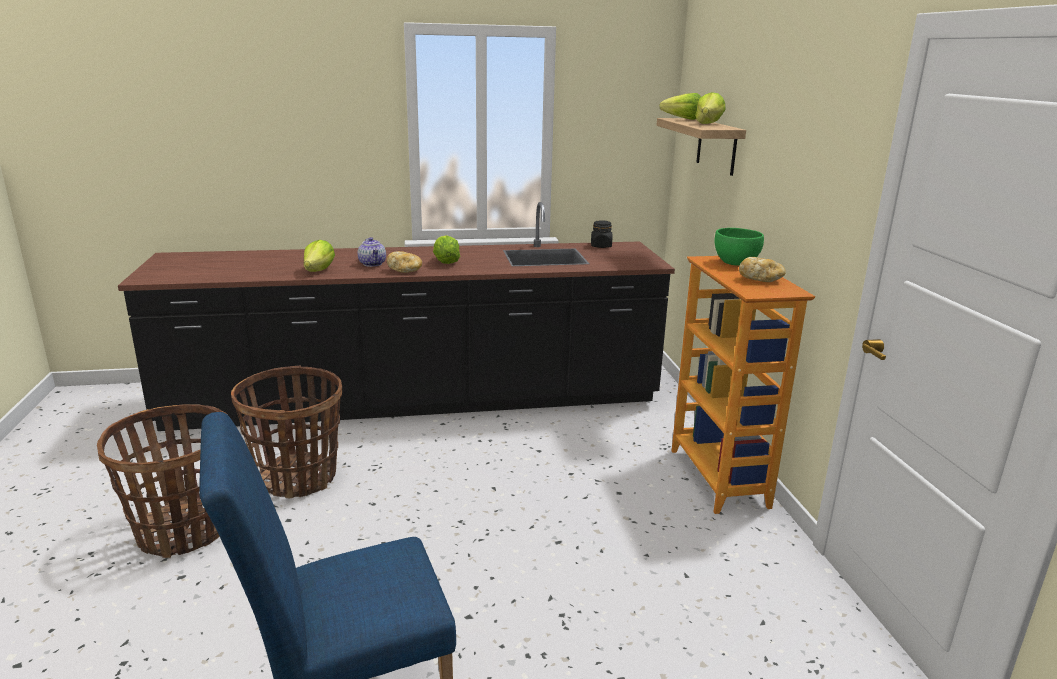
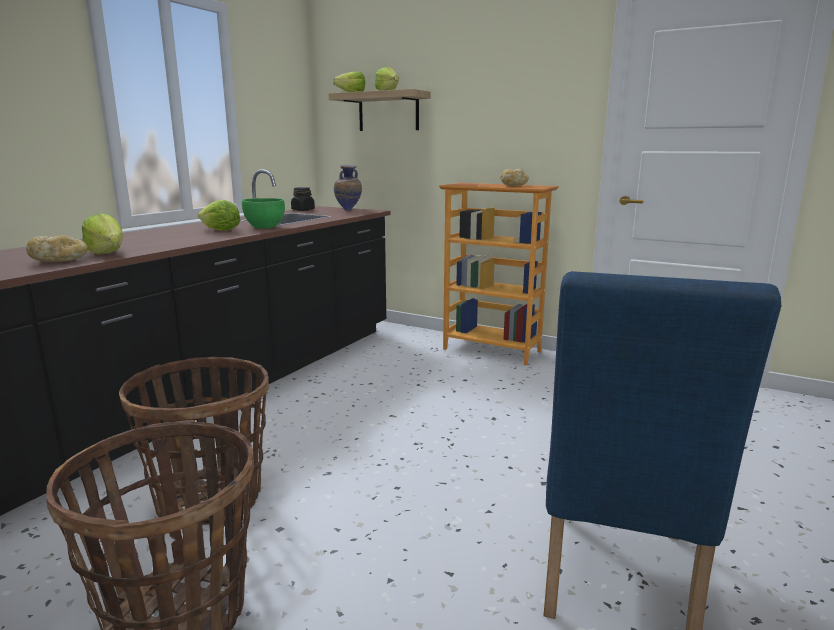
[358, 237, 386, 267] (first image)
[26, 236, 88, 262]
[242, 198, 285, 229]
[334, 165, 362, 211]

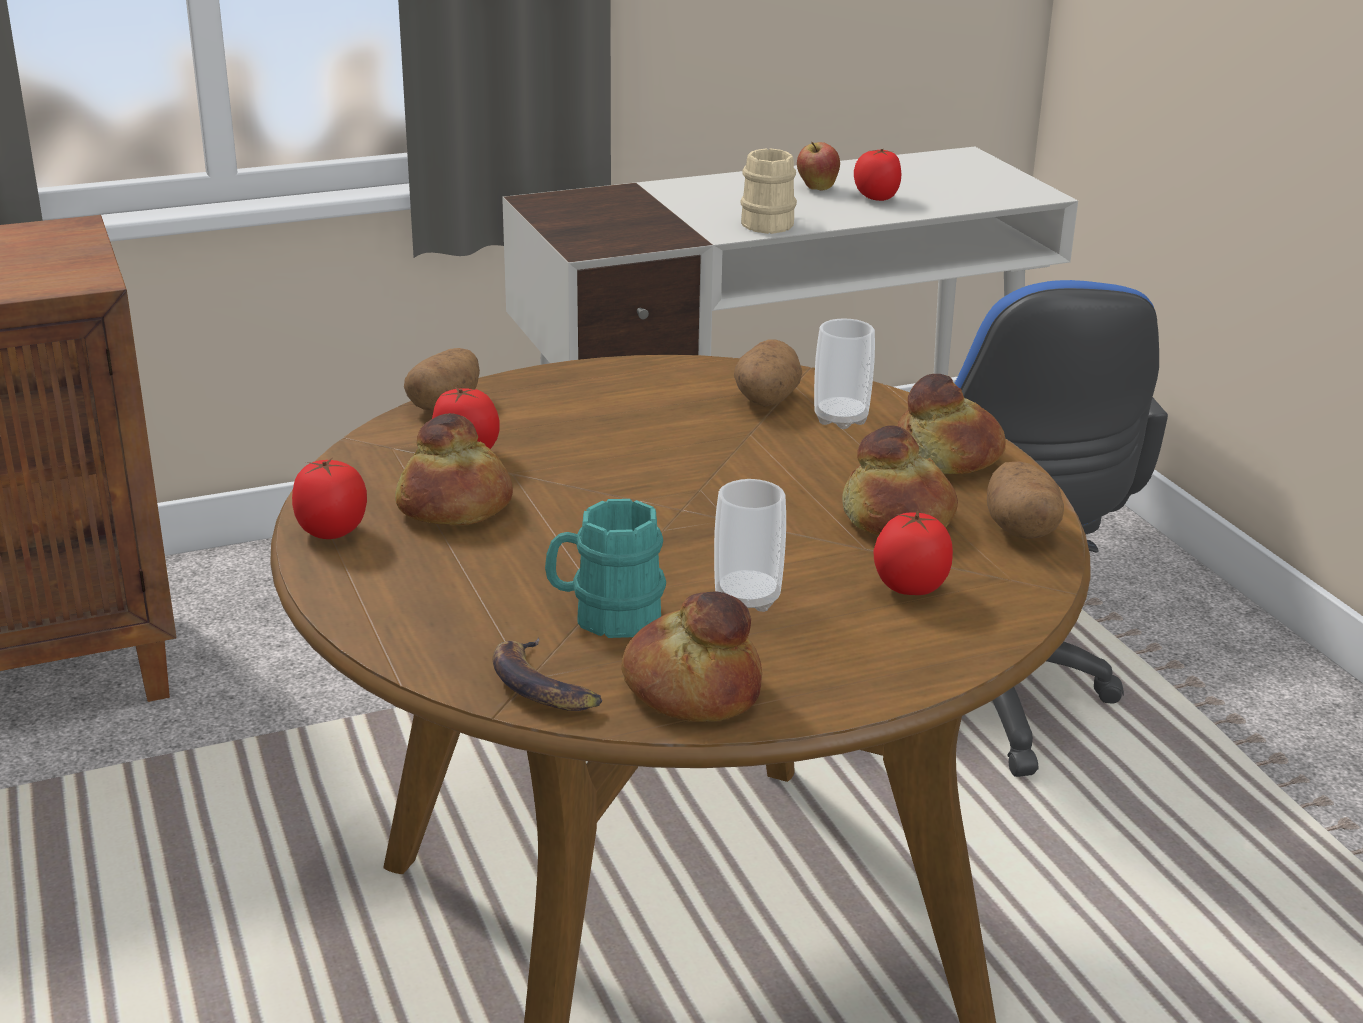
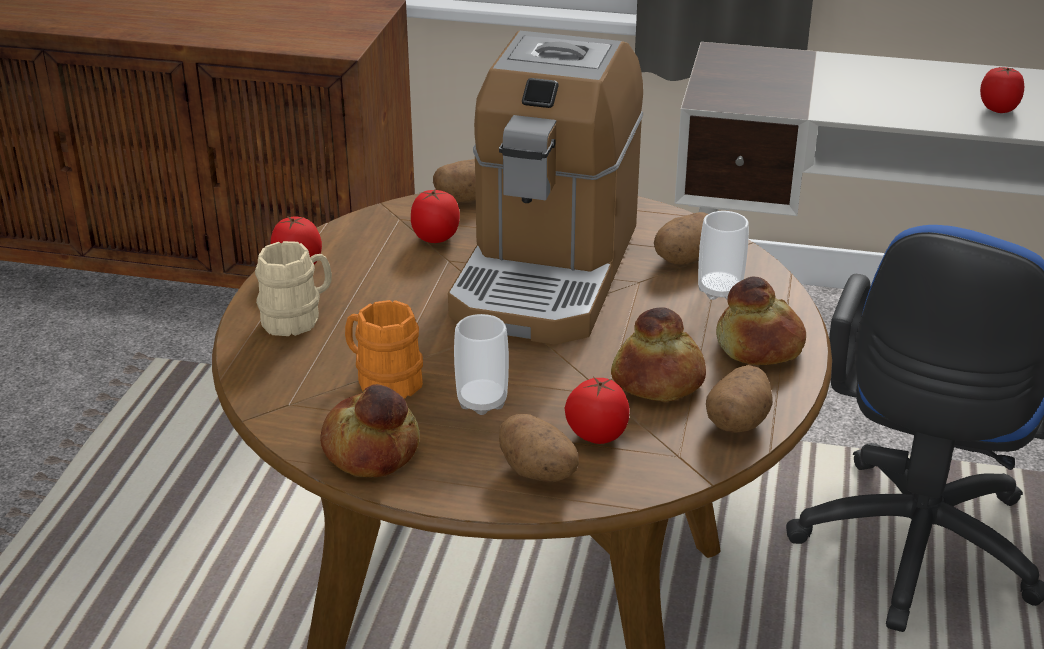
[395, 413, 513, 525] (first image)
[493, 638, 602, 711] (first image)
[345, 300, 423, 398]
[255, 241, 332, 336]
[797, 142, 840, 190] (first image)
[448, 31, 643, 345]
[499, 414, 579, 482]

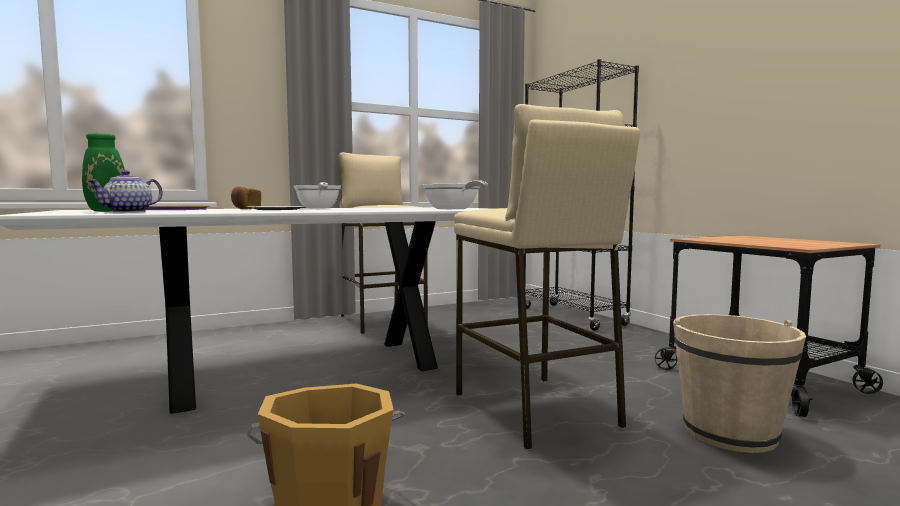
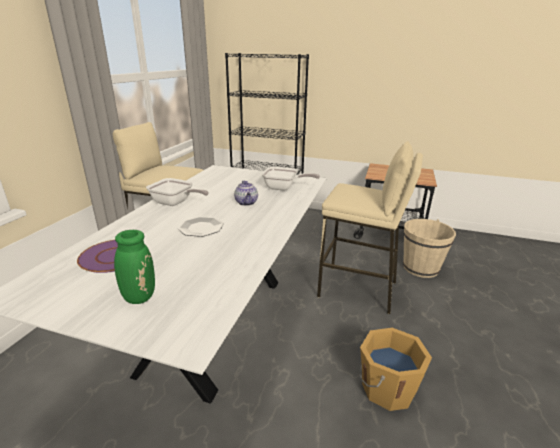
[234, 181, 258, 206]
[231, 186, 261, 209] (first image)

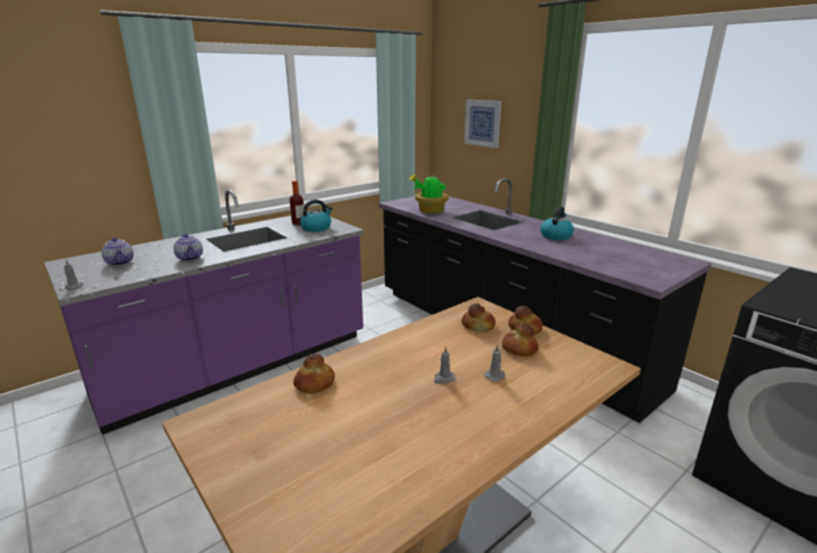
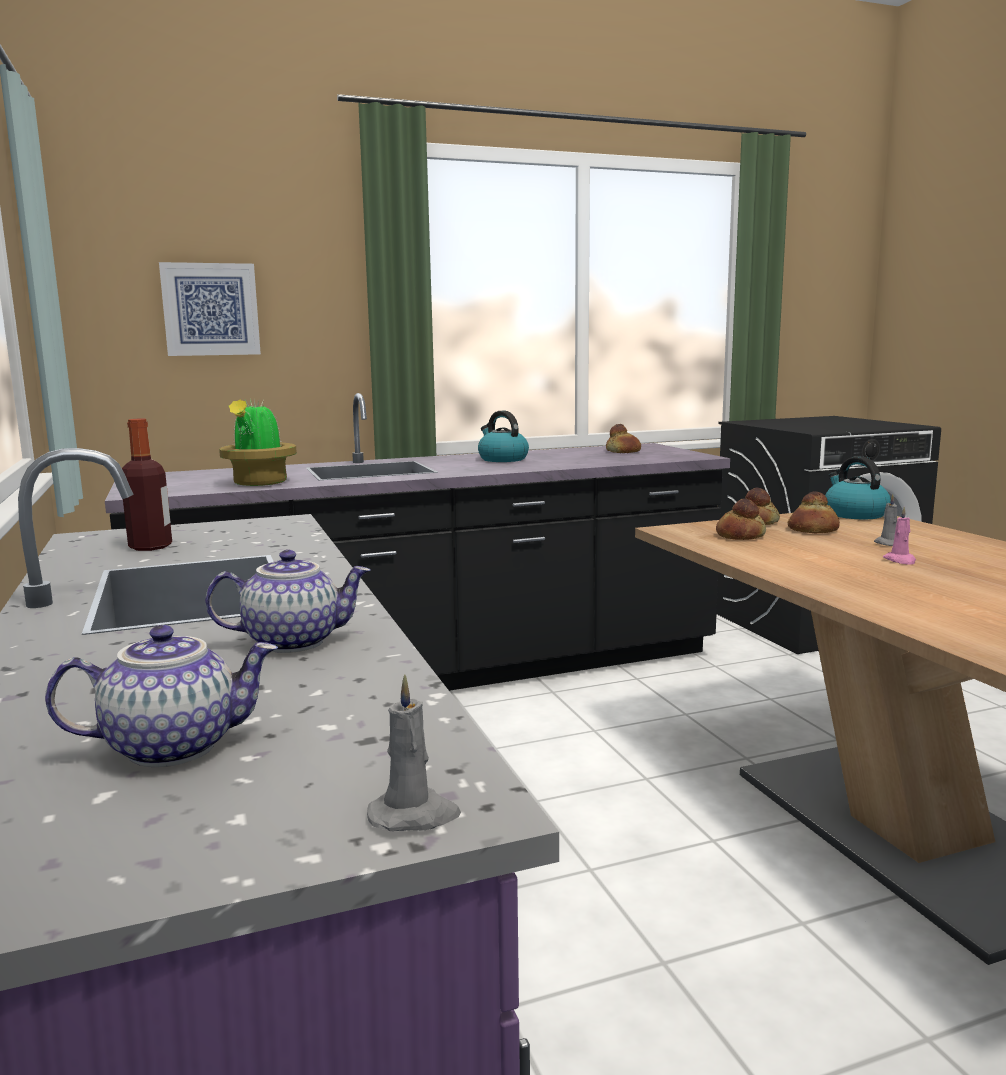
[606, 424, 641, 453]
[825, 456, 891, 519]
[883, 506, 916, 565]

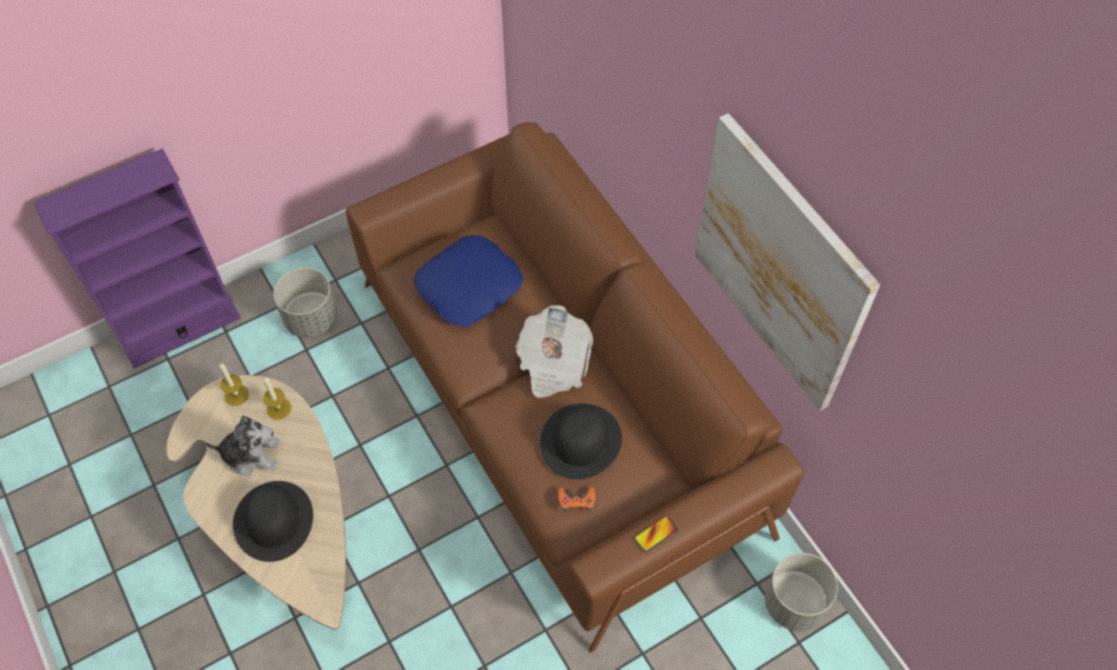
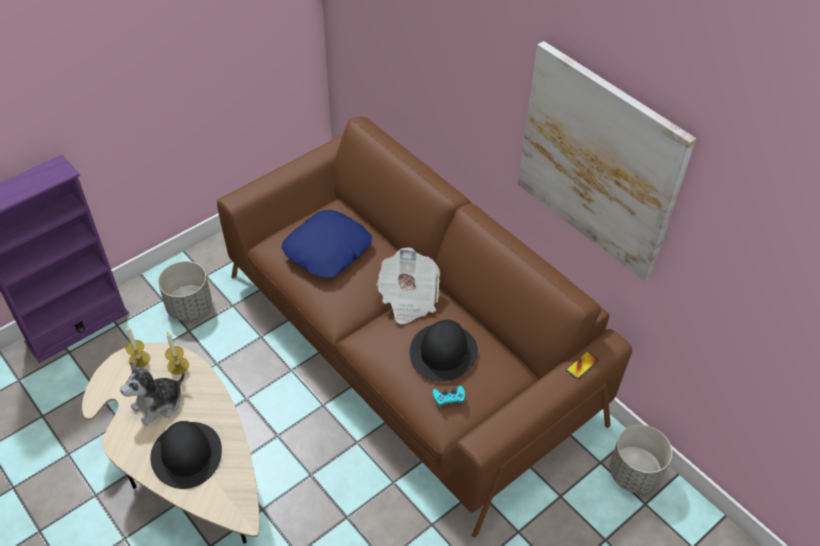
[120, 361, 185, 426]
[433, 385, 465, 408]
[566, 351, 599, 379]

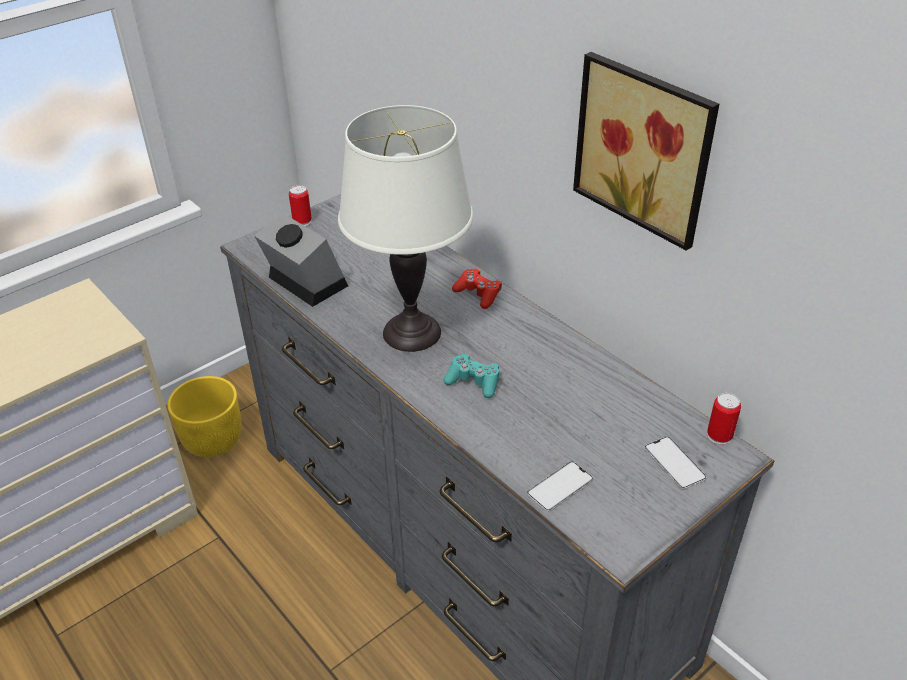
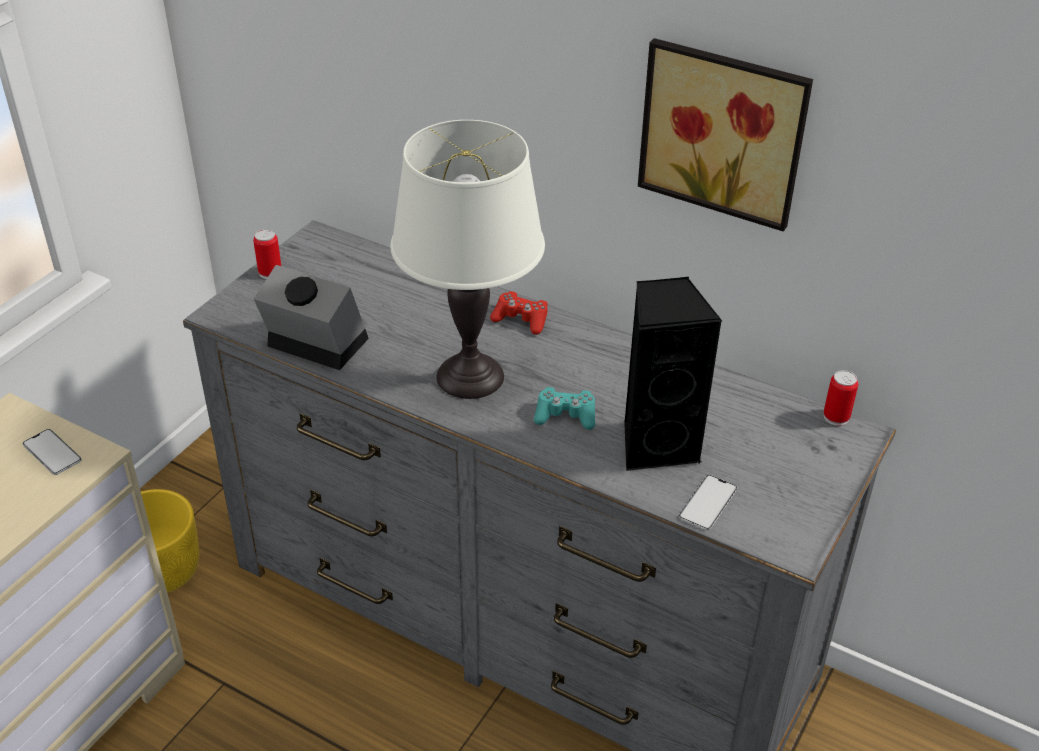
[23, 429, 82, 475]
[624, 277, 722, 471]

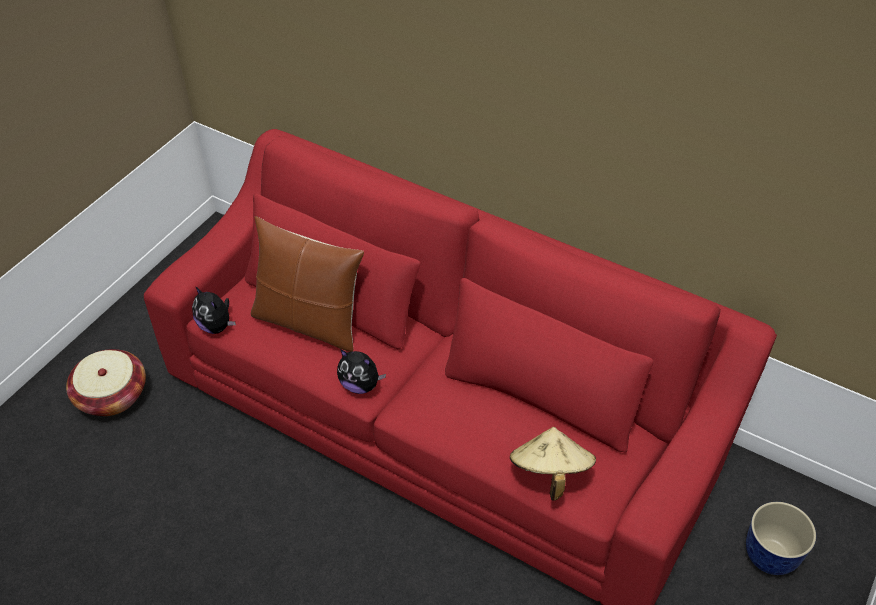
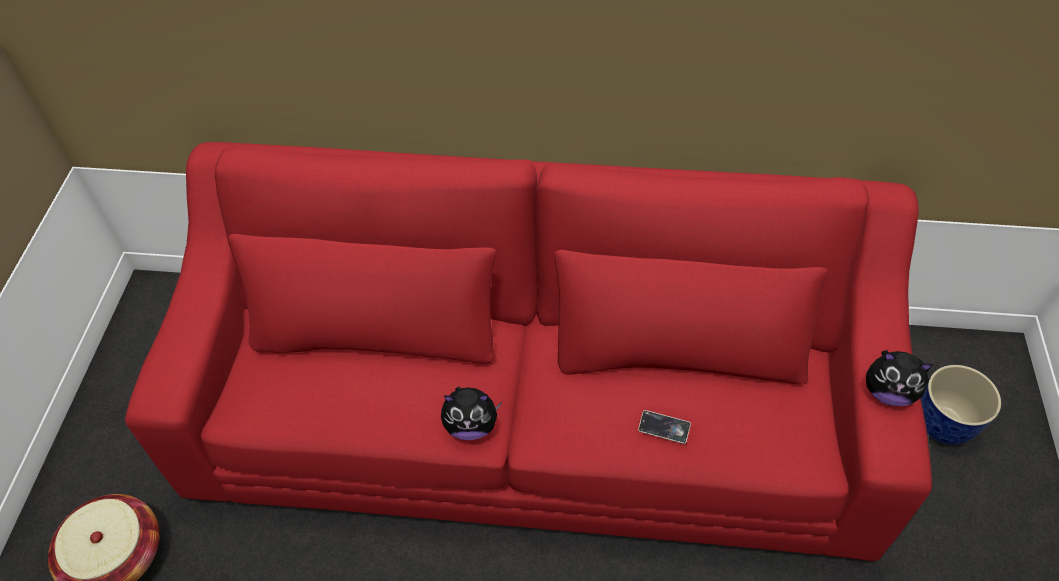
[866, 350, 933, 406]
[251, 216, 364, 352] (first image)
[510, 427, 596, 501] (first image)
[638, 410, 691, 444]

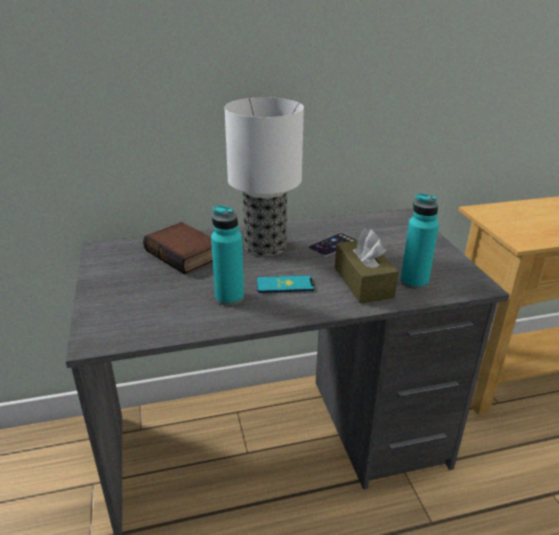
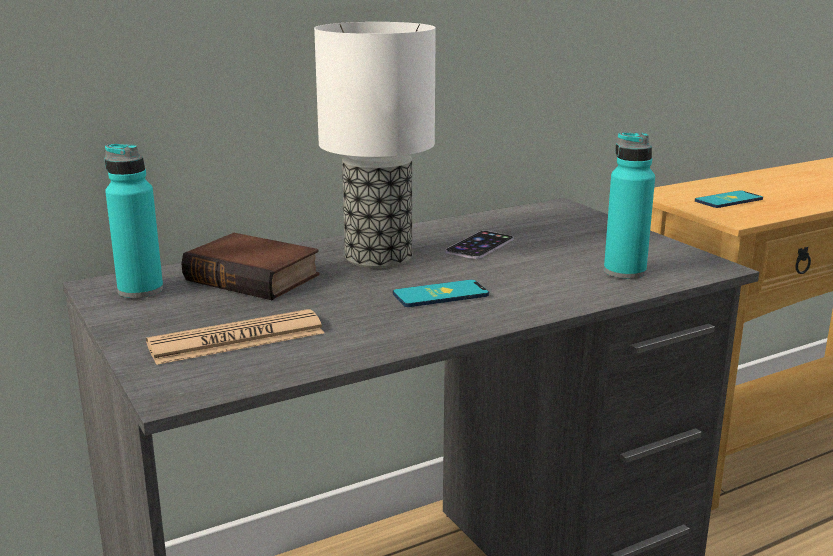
[104, 143, 163, 298]
[335, 229, 398, 303] (first image)
[146, 309, 324, 365]
[695, 190, 763, 208]

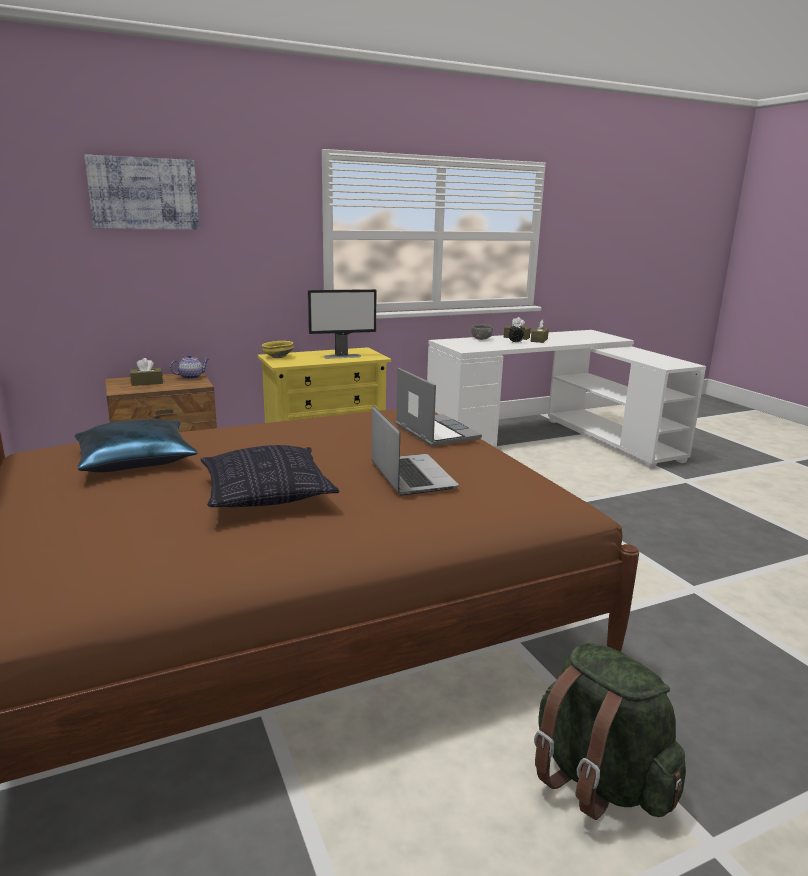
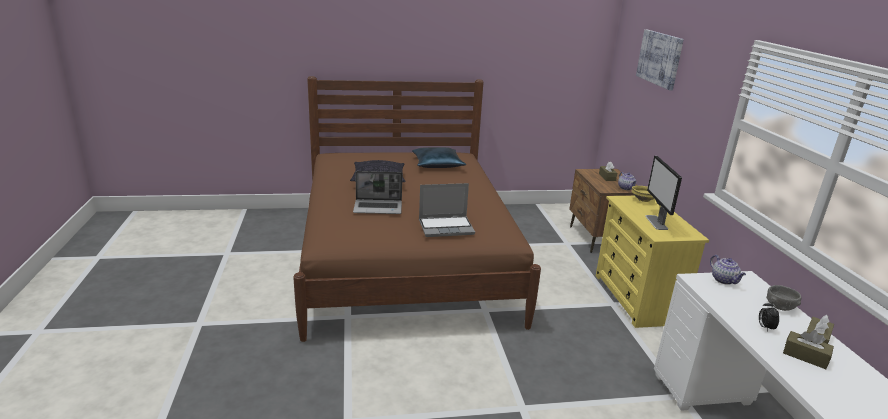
[534, 643, 686, 820] (first image)
[710, 255, 746, 285]

